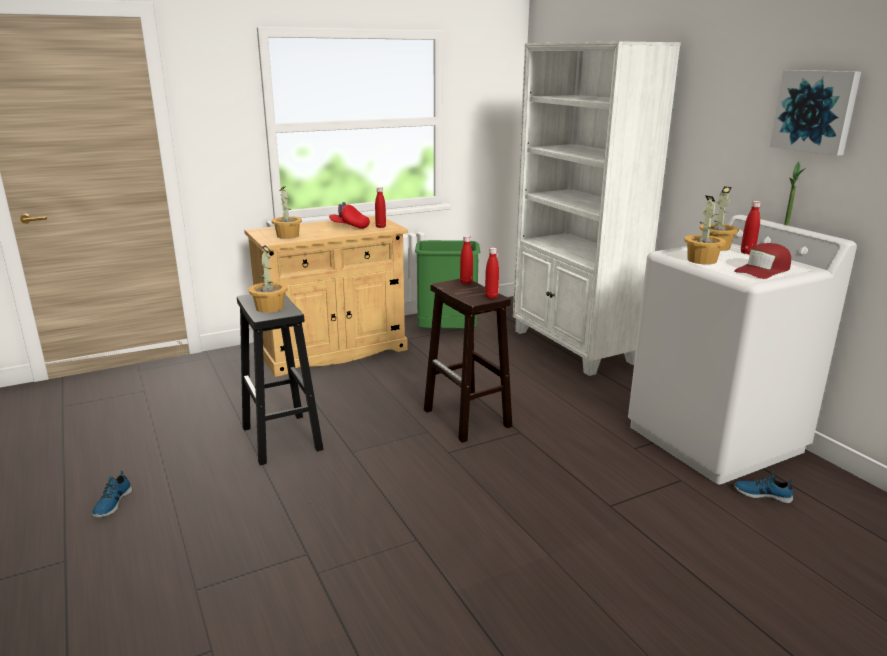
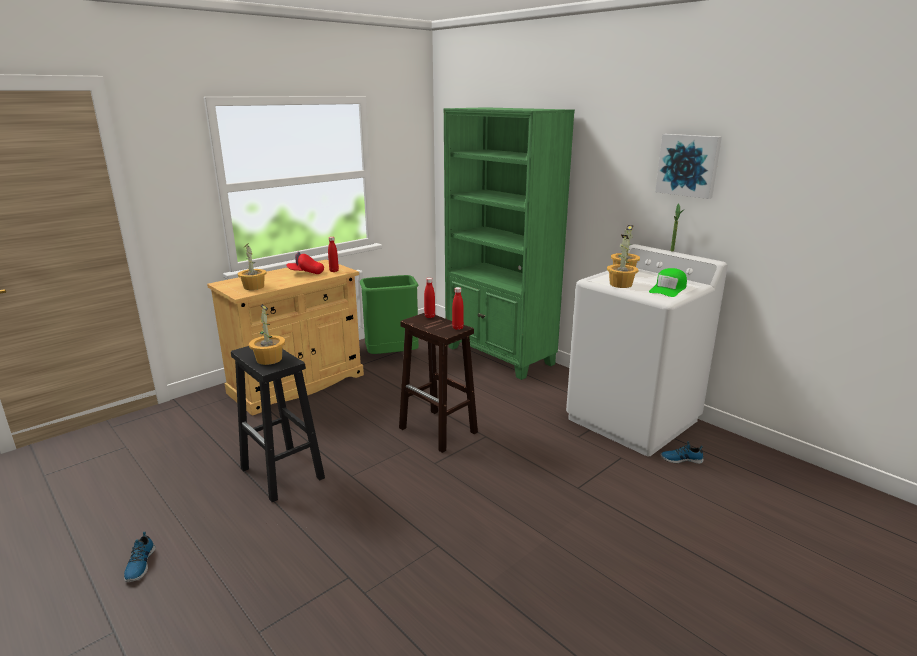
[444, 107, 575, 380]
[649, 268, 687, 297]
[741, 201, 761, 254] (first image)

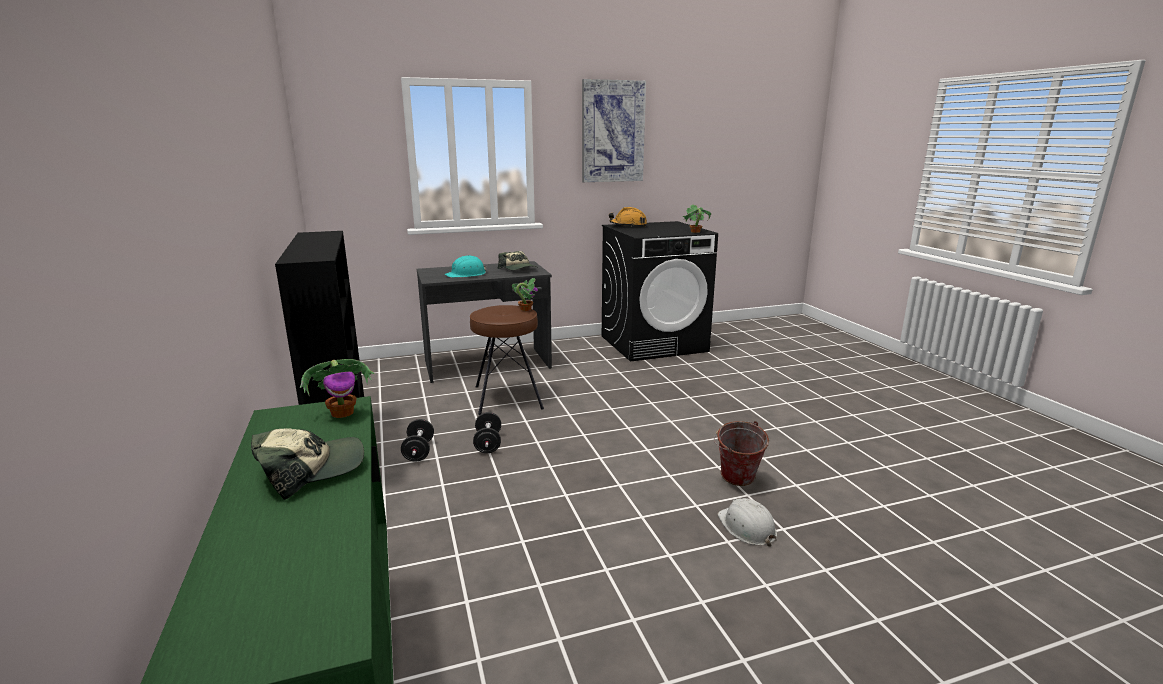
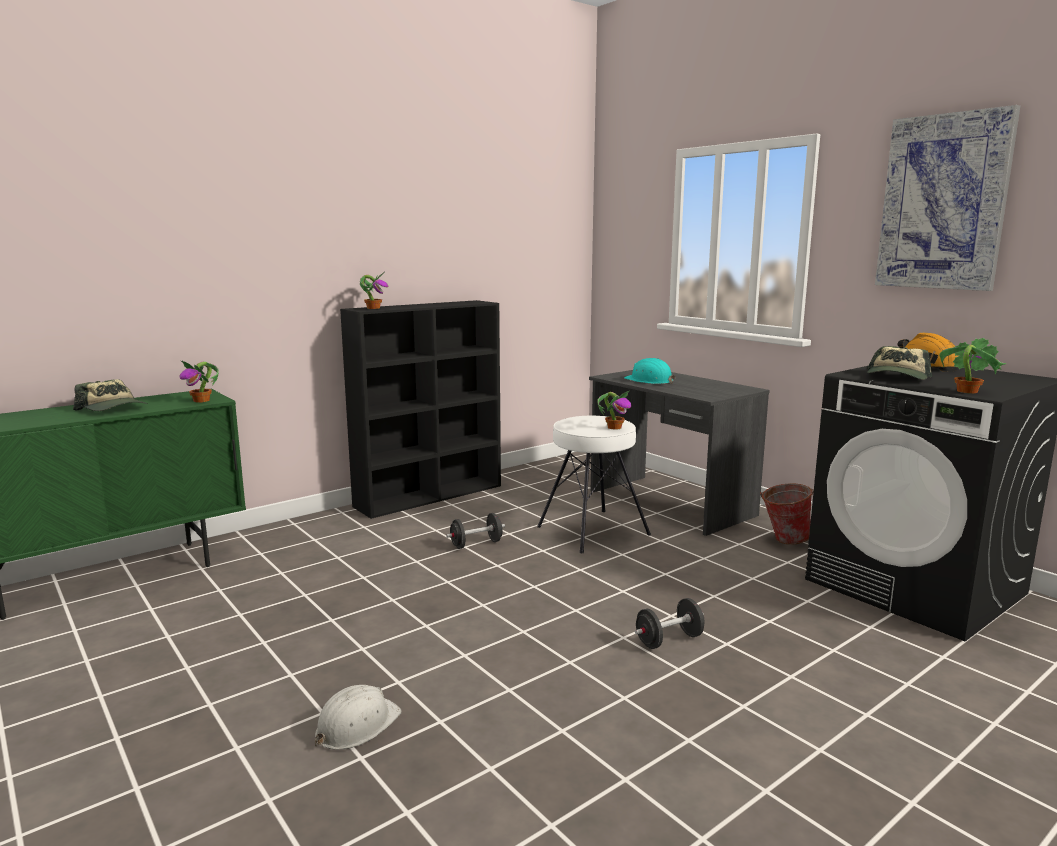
[635, 598, 704, 649]
[537, 416, 651, 553]
[867, 346, 932, 380]
[760, 484, 814, 545]
[360, 272, 388, 309]

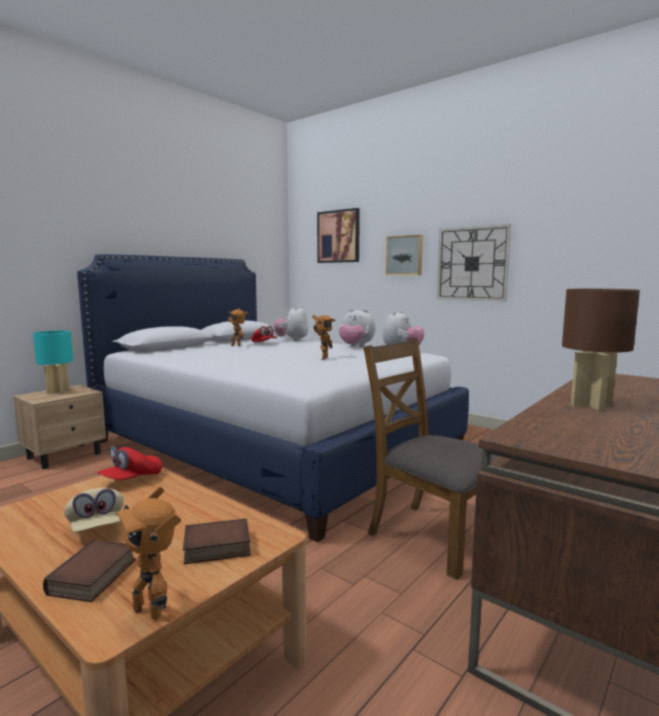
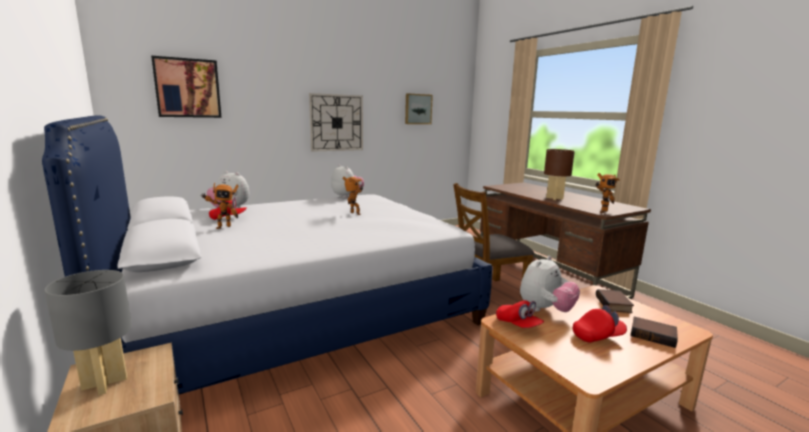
[44, 270, 132, 395]
[573, 305, 627, 342]
[596, 173, 620, 213]
[520, 256, 580, 312]
[405, 94, 433, 124]

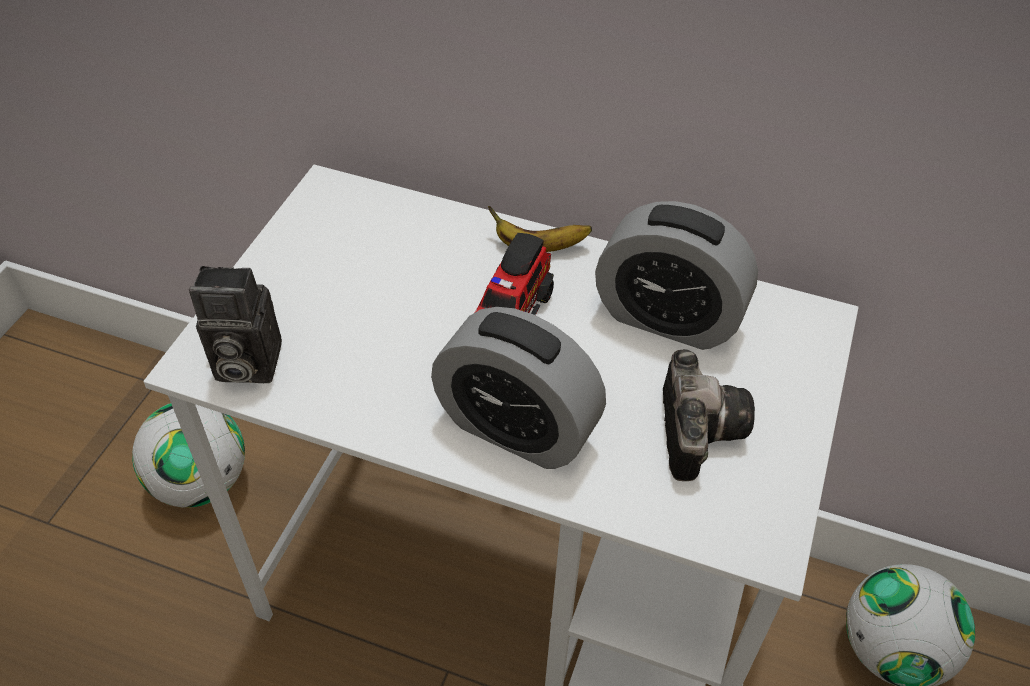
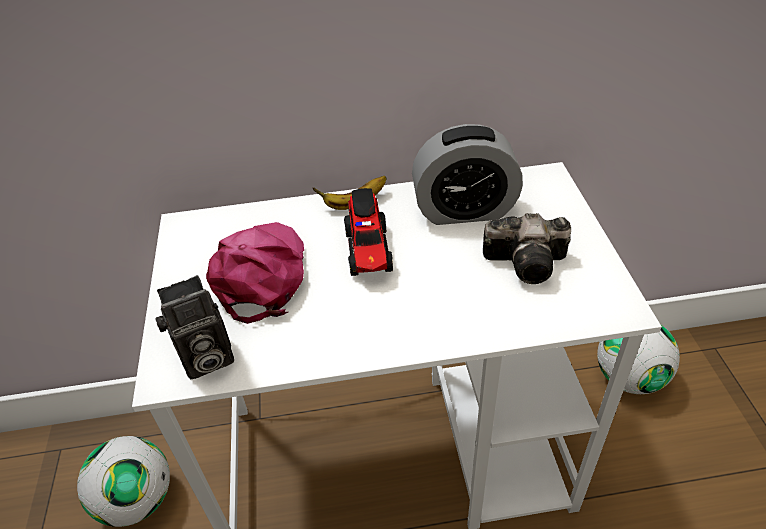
[431, 307, 606, 469] (first image)
[483, 213, 571, 284]
[206, 222, 304, 324]

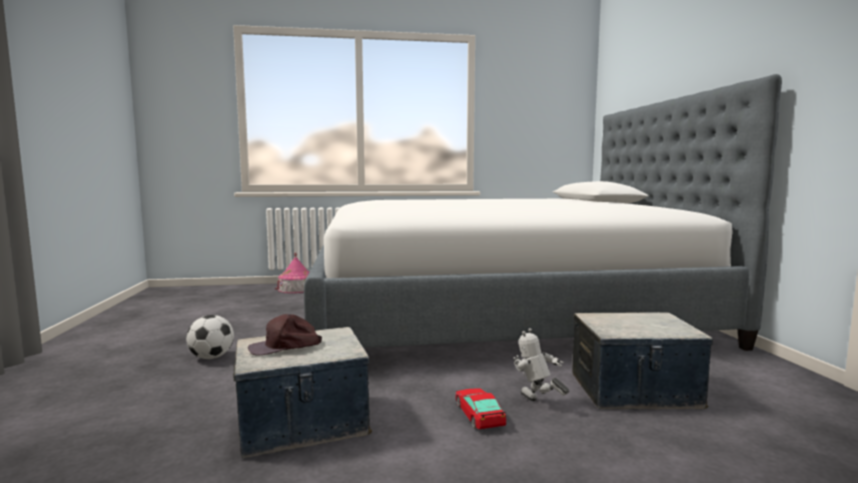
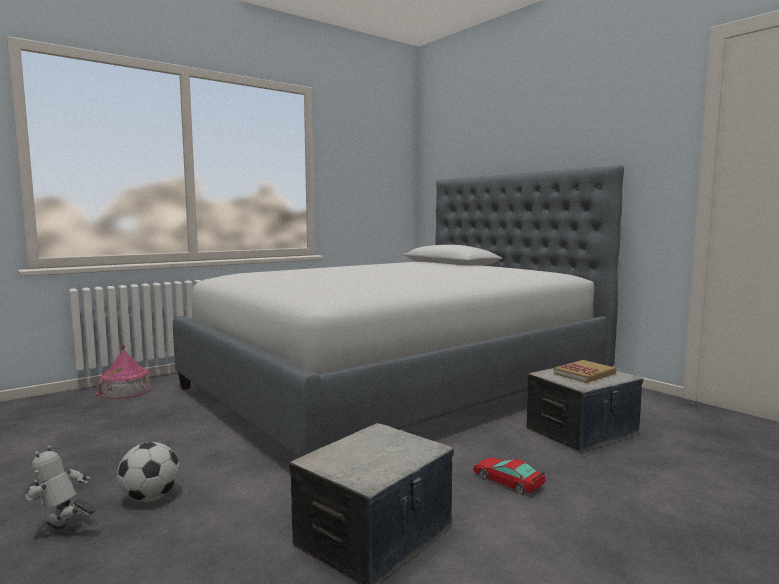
[248, 314, 322, 356] (first image)
[25, 445, 96, 530]
[554, 360, 616, 383]

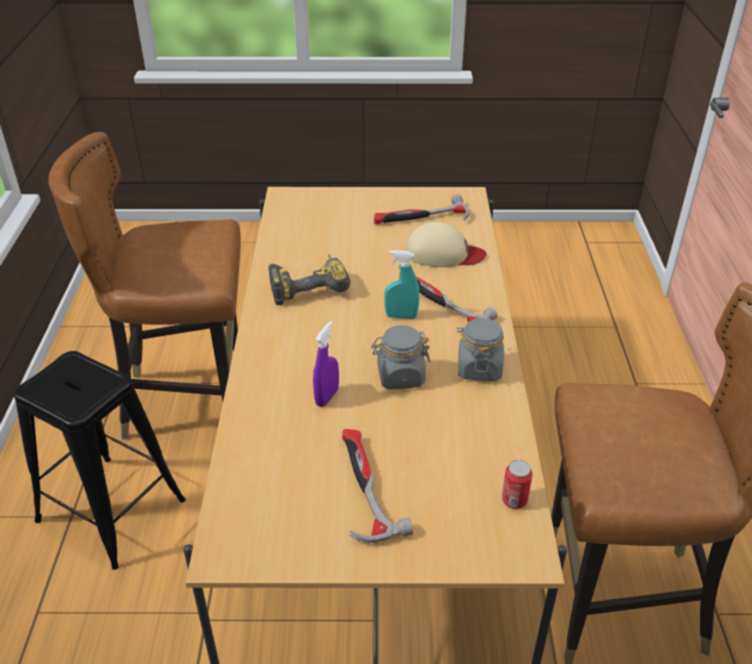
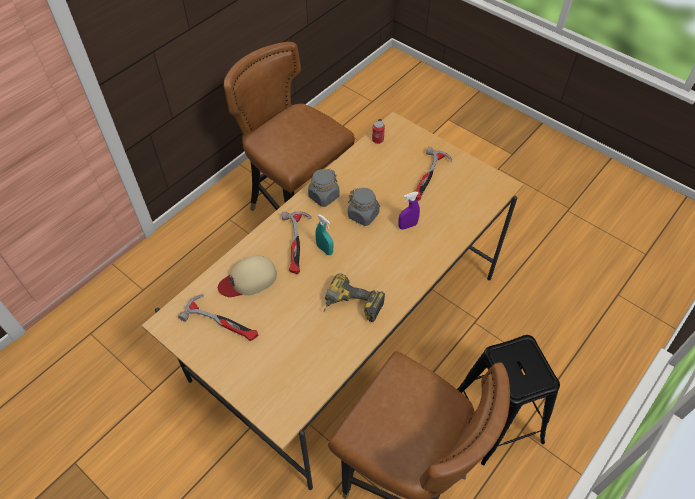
[218, 255, 277, 297]

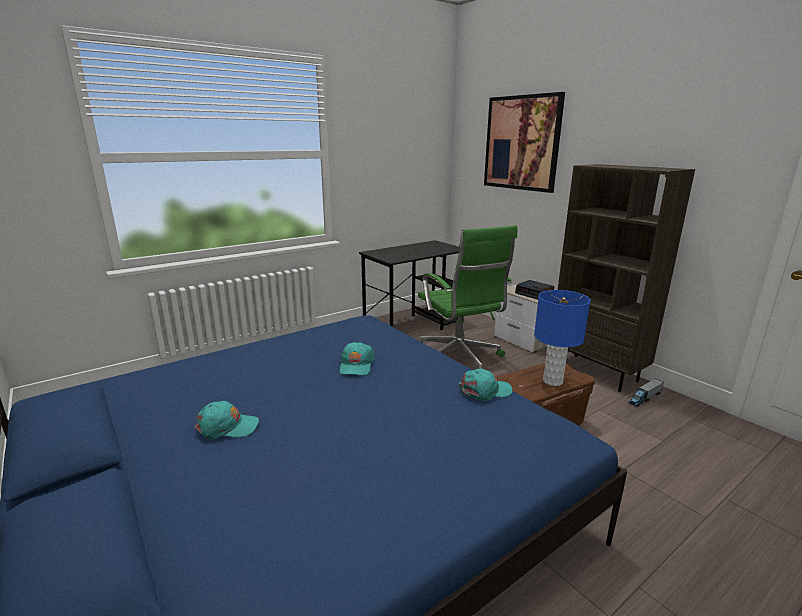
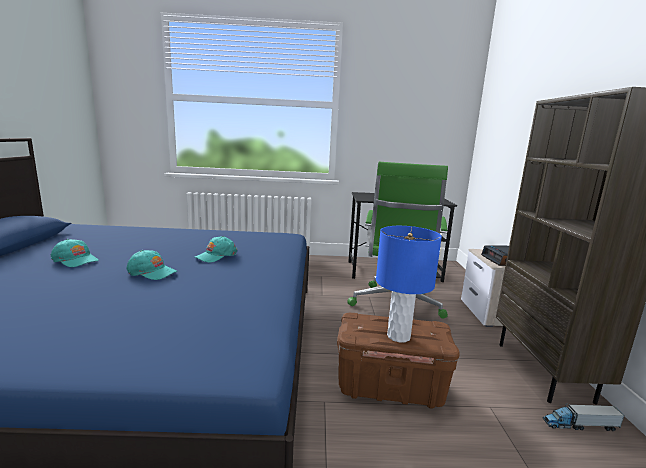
[127, 250, 177, 280]
[484, 92, 565, 193] (first image)

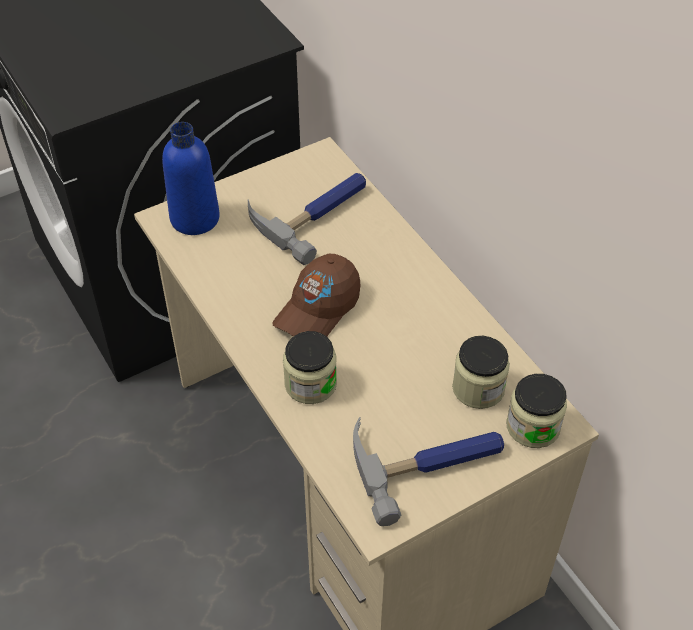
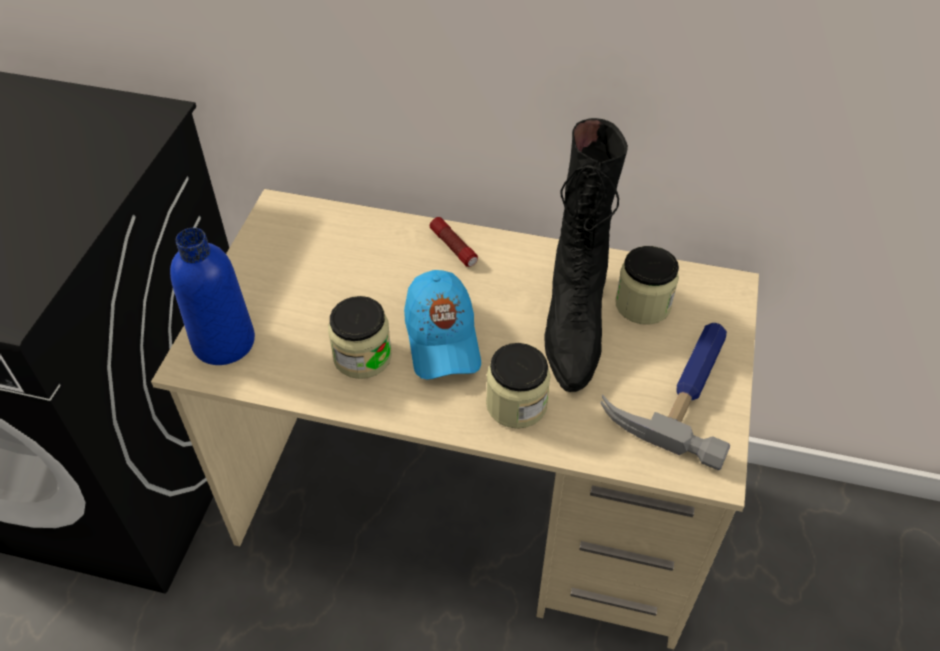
[248, 173, 366, 265] (first image)
[404, 270, 481, 380]
[328, 296, 392, 379]
[430, 217, 478, 267]
[545, 118, 628, 392]

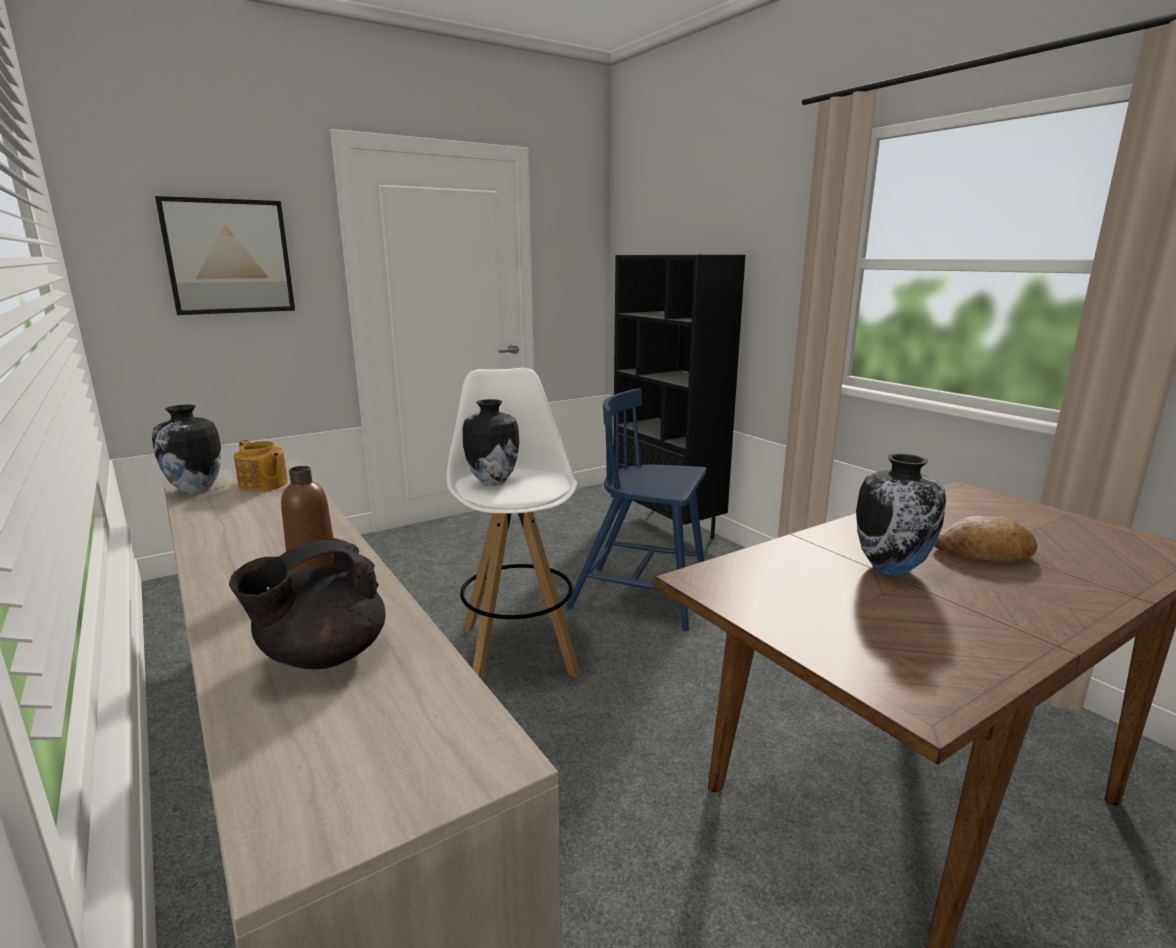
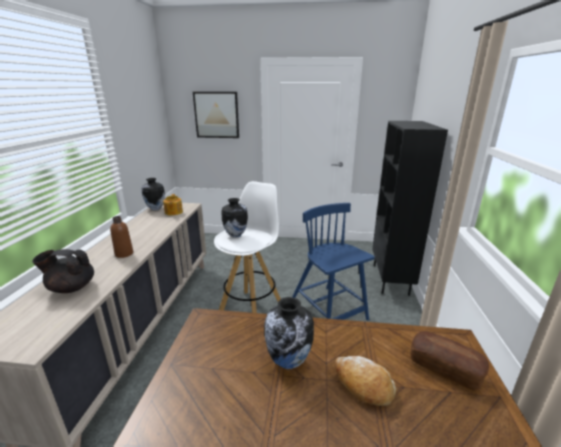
[410, 332, 489, 391]

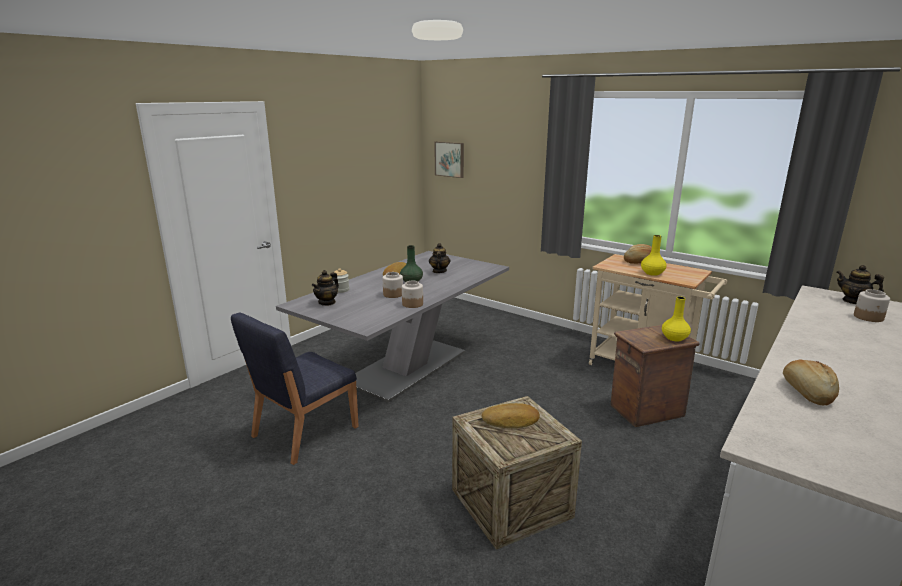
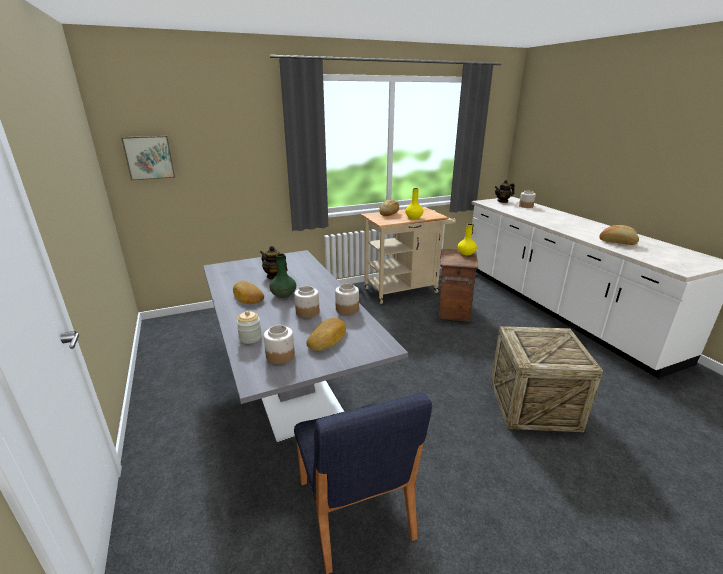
[263, 325, 295, 364]
[306, 318, 346, 351]

